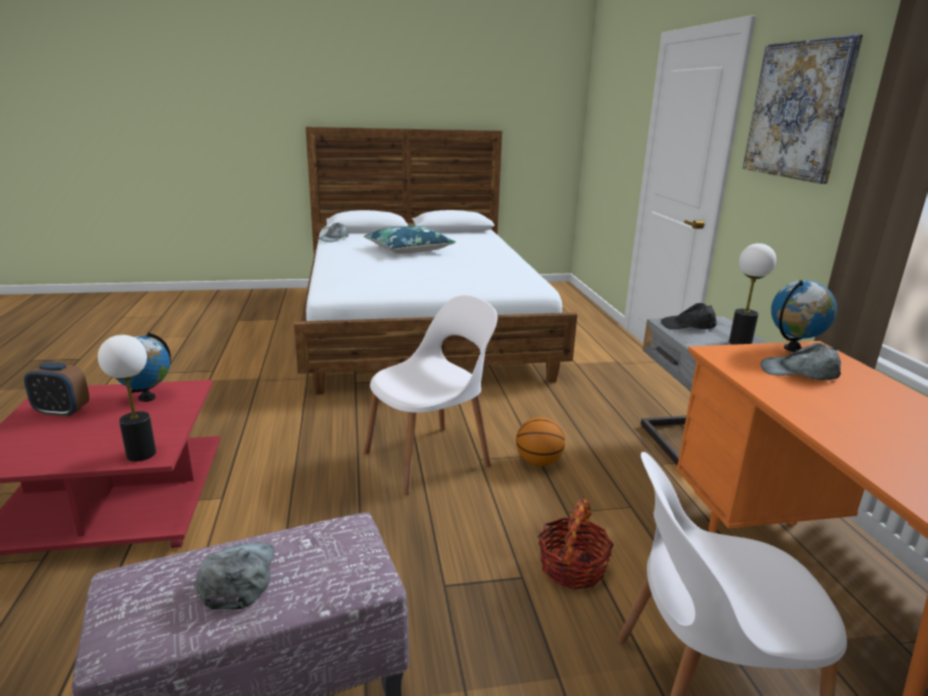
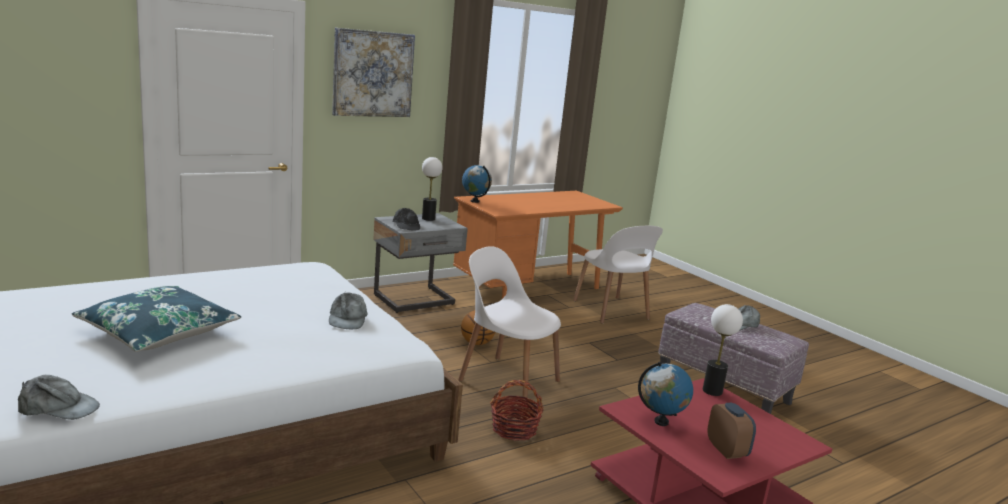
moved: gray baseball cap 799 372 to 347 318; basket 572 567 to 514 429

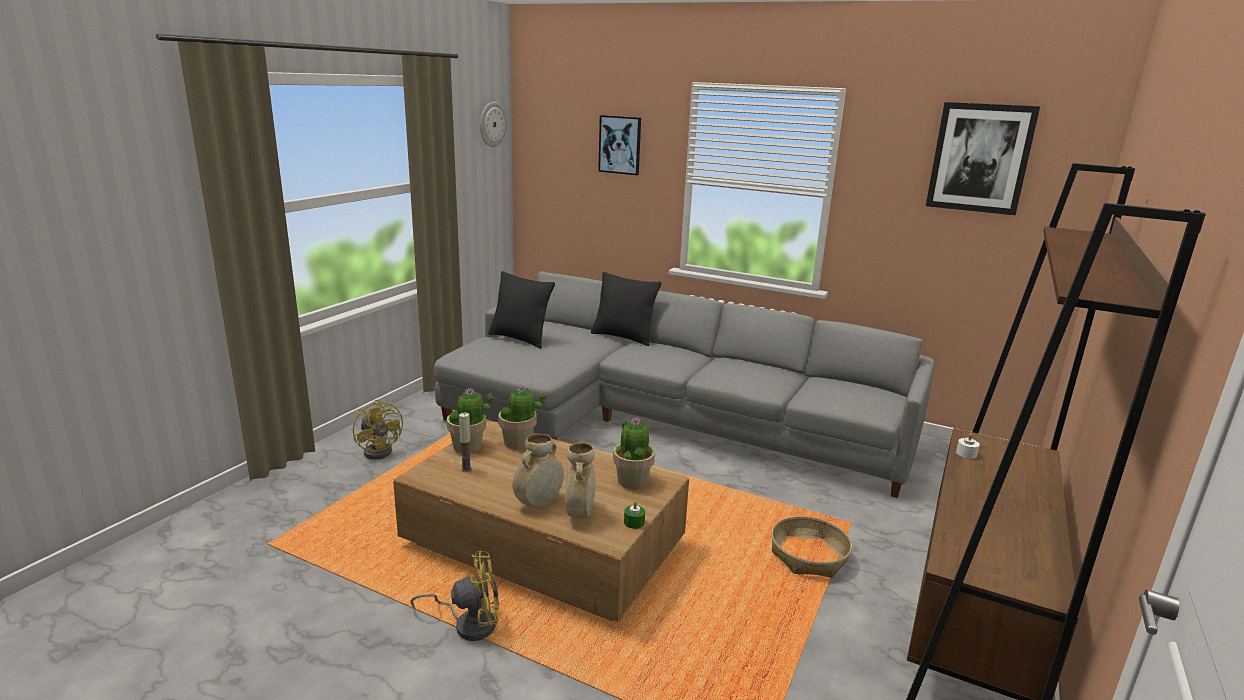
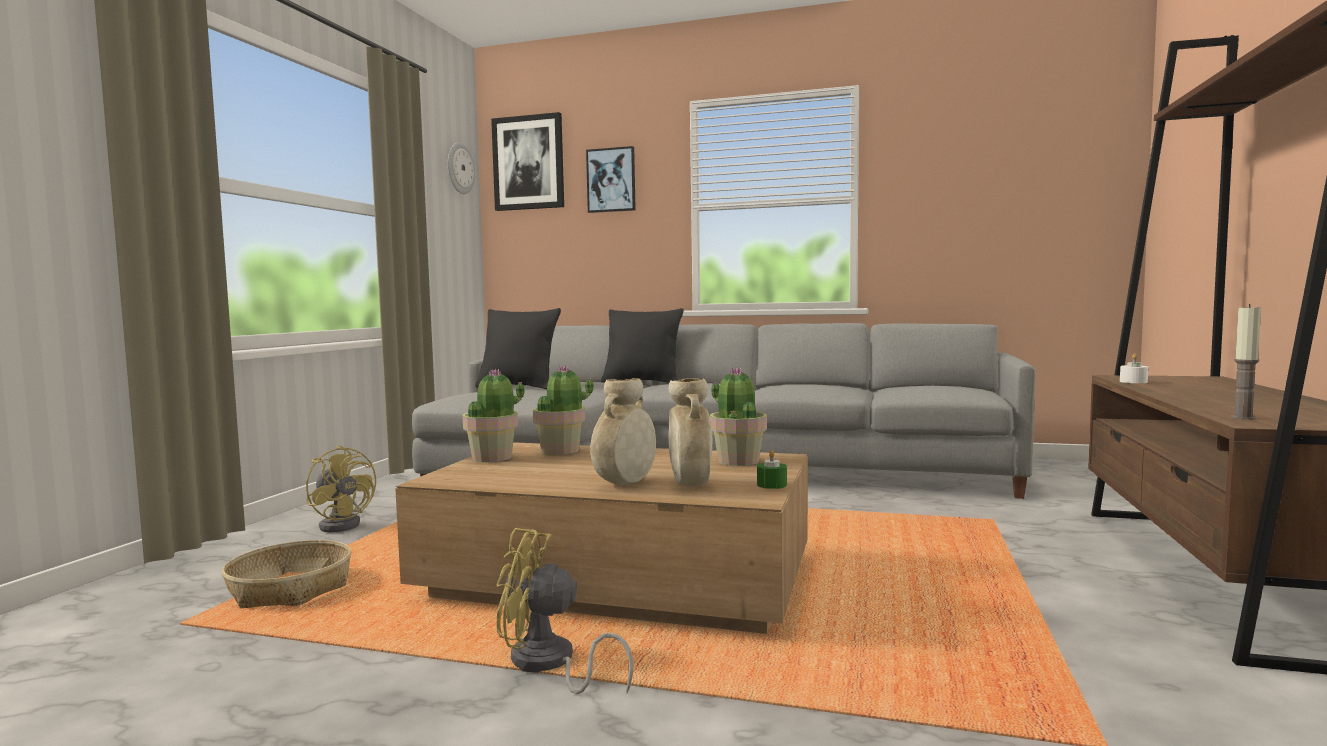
moved: wall art 980 158 to 528 163; wax candle 466 469 to 1243 418; basket 808 556 to 291 589
turned: yellow cooling fan 469 623 = 549 665 150 degrees counterclockwise

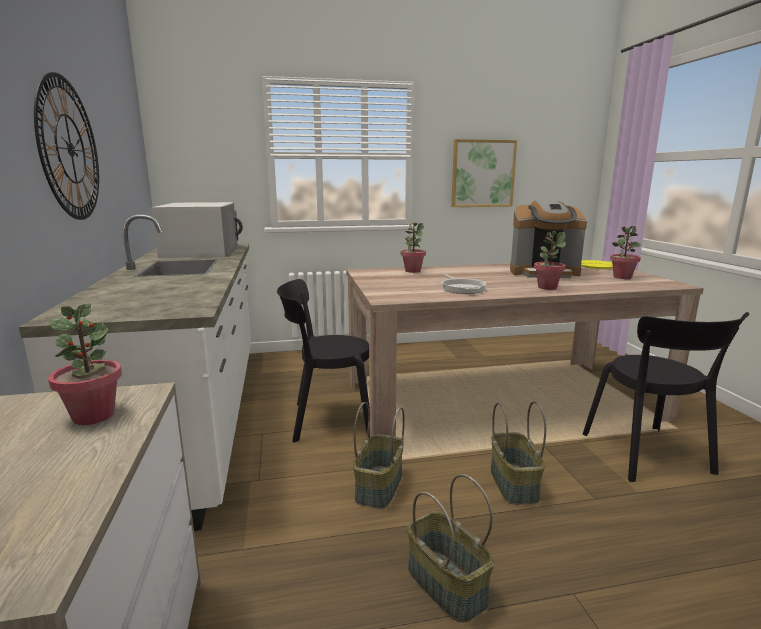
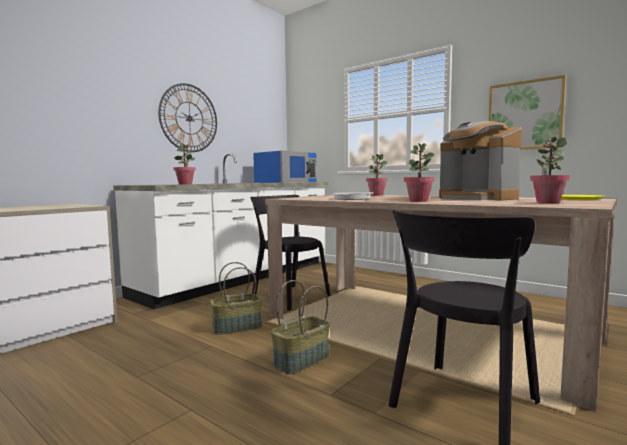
removed: basket 445 584
moved: plant in a pot 94 415 to 185 184
recoloured: whitish kitchen microwave 202 251 to bluish kitchen microwave 286 182

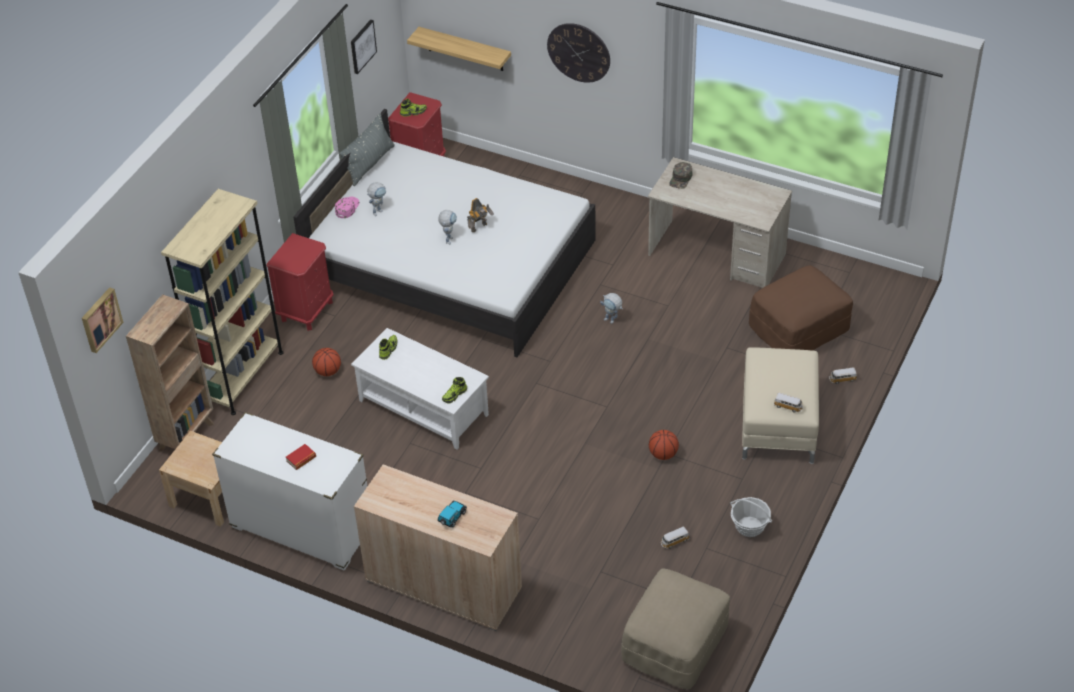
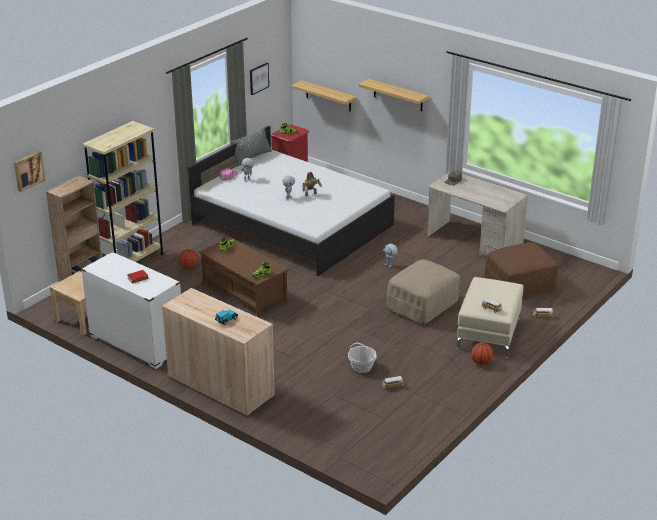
removed: reddish bedside table 306 311
moved: ball for basketball 663 454 to 481 362; basket 749 526 to 361 367; beige-coloured footrest 675 644 to 422 306
replaced: wall clock 579 52 to wall shelf 398 95
recoloured: whitish coffee table 424 407 to brown coffee table 245 293

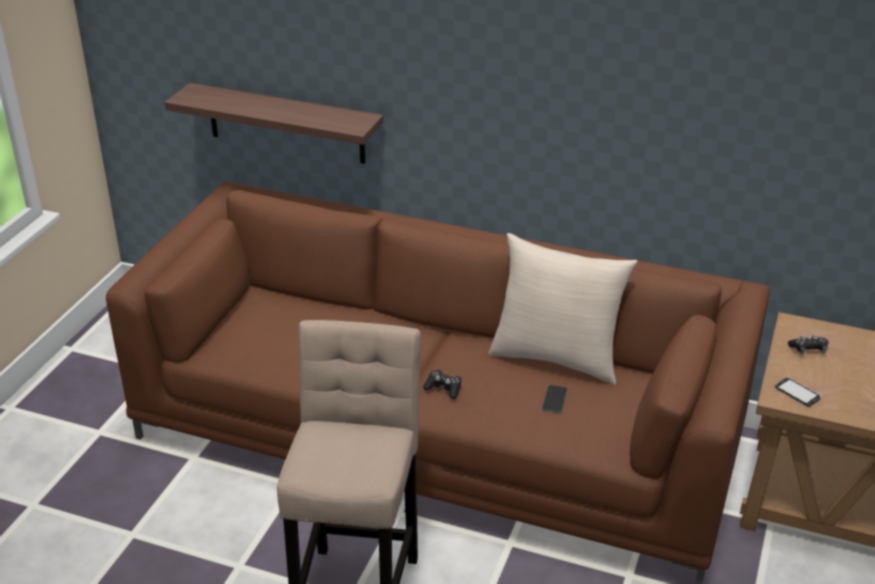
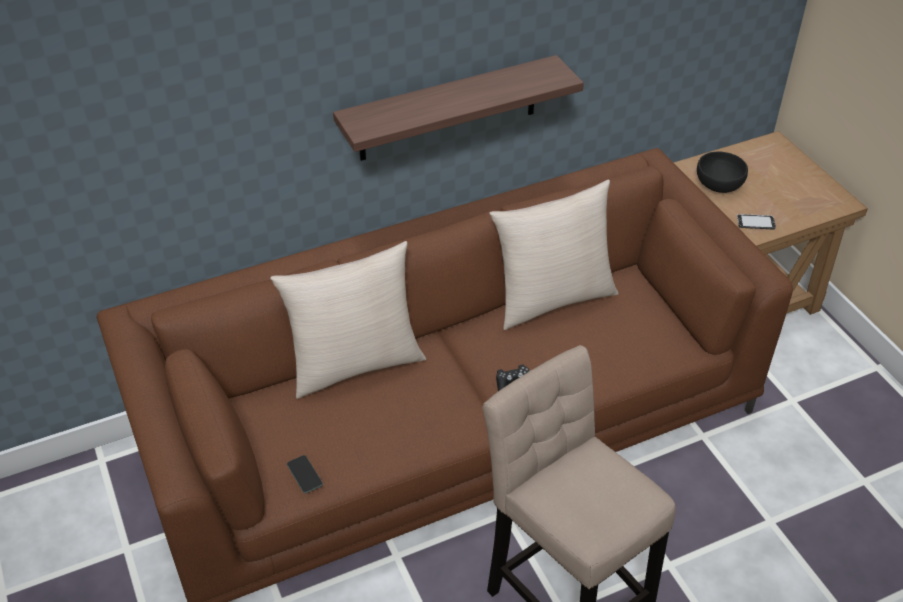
added: beige-coloured throw pillow 355 364
moved: wall shelf 286 123 to 448 109; telephone 554 399 to 304 474
replaced: blackish gamepad 808 350 to blackish deep dish 719 184

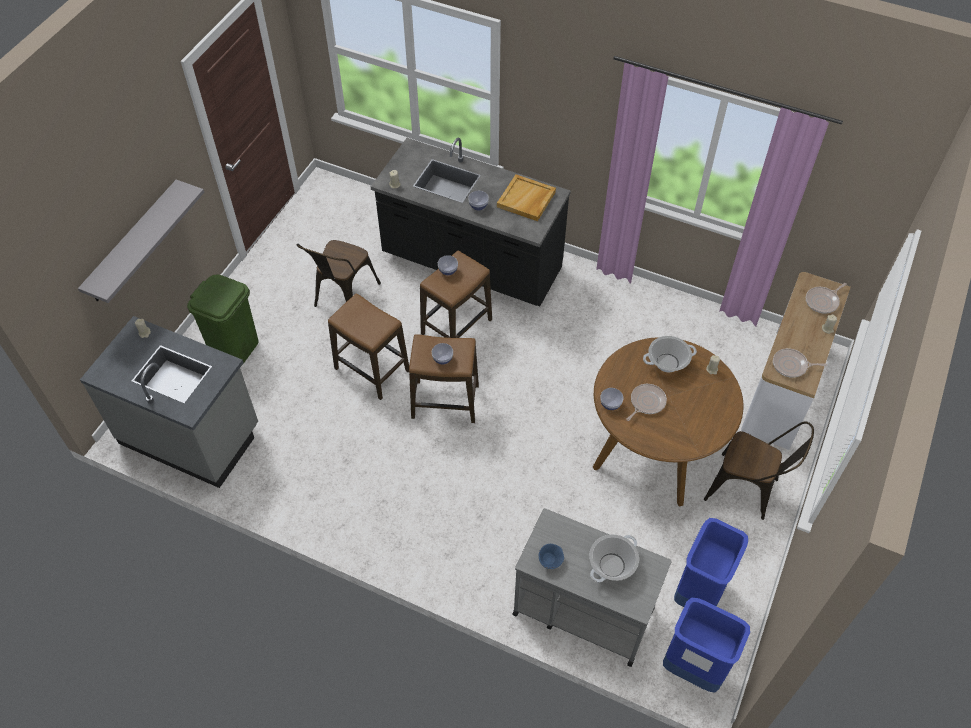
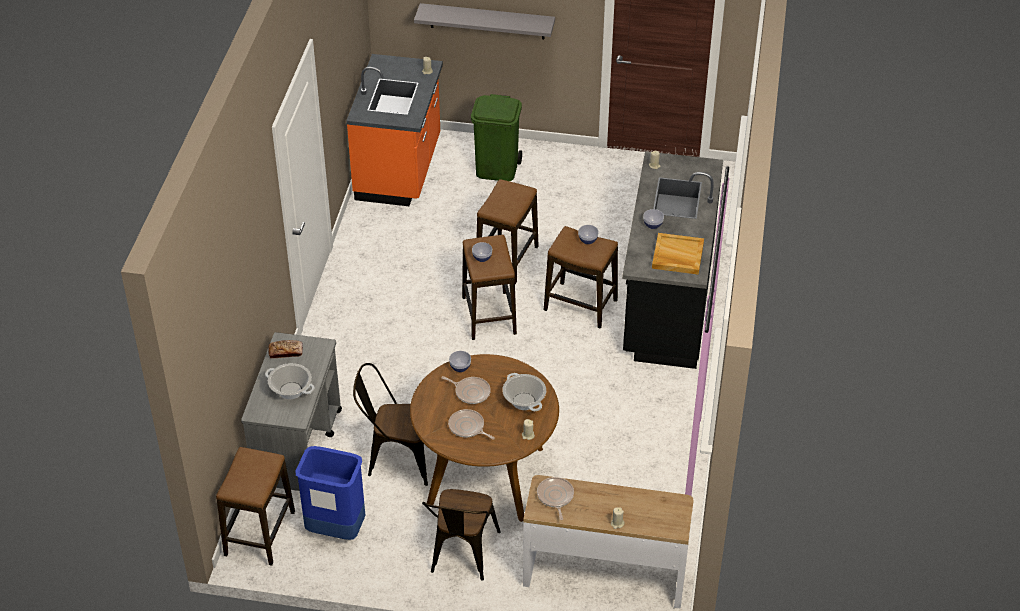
moved: brown chair 343 298 to 396 458; skillet 823 301 to 468 427
replaced: bluish deep dish 550 560 to bakery bread 286 352; bluish rubbish bin 693 668 to stool 259 533
recoloured: gray kitchen base unit 191 434 to orangey kitchen base unit 400 170

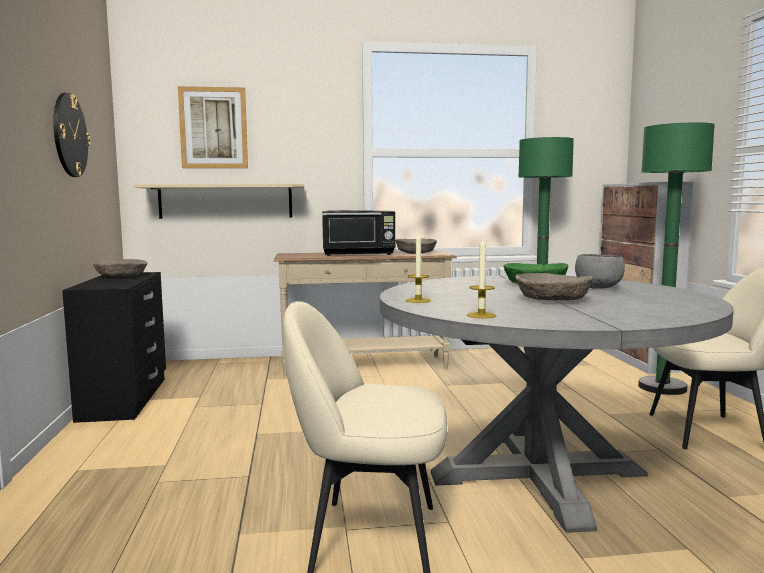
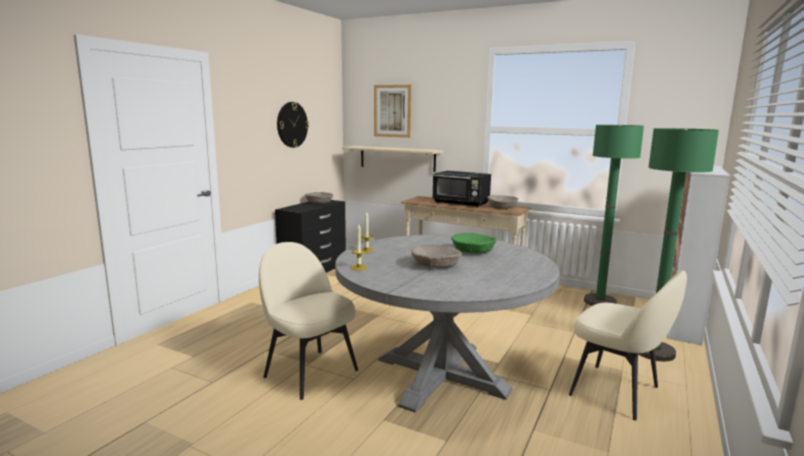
removed: gray deep dish 597 288

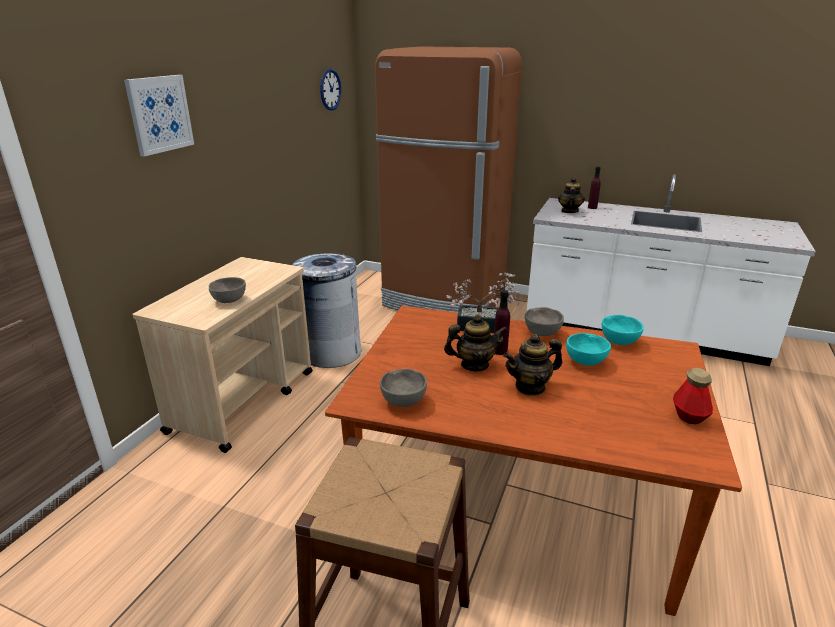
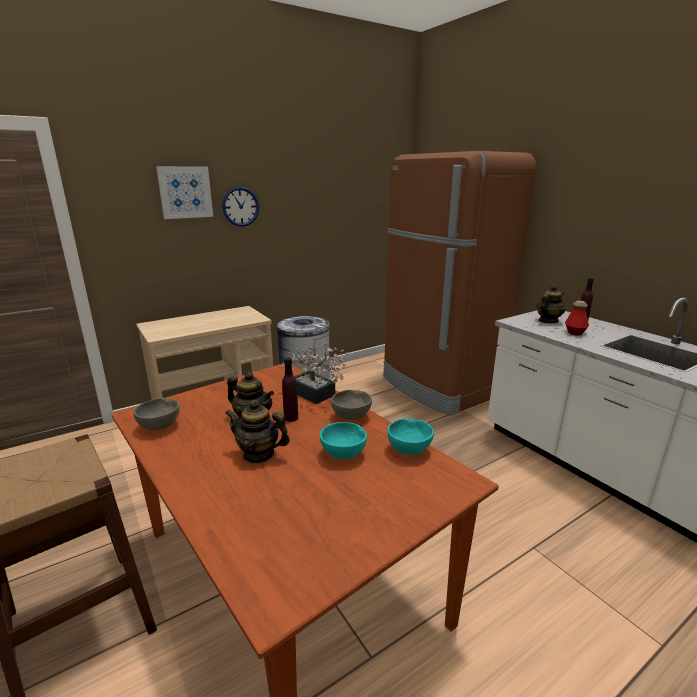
removed: gray deep dish 229 300
moved: wall clock 330 89 to 240 206; bottle 689 416 to 575 333

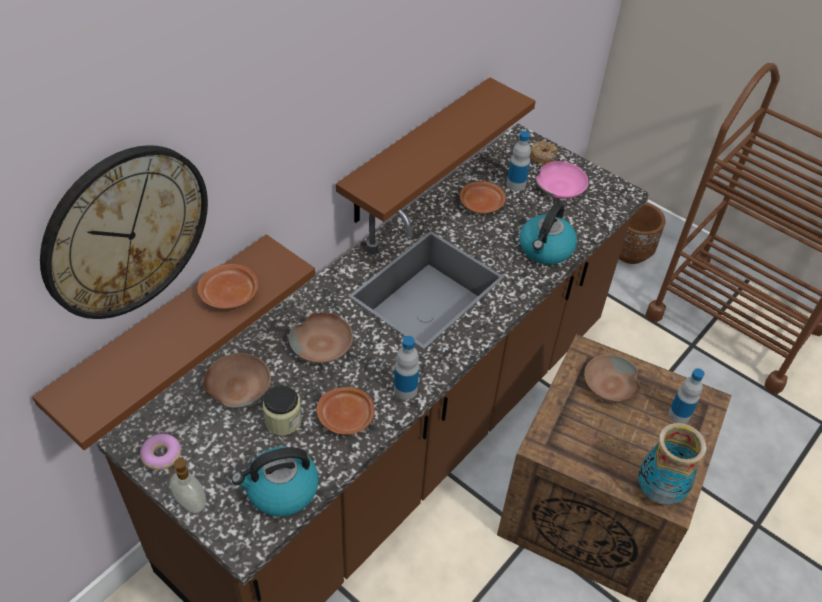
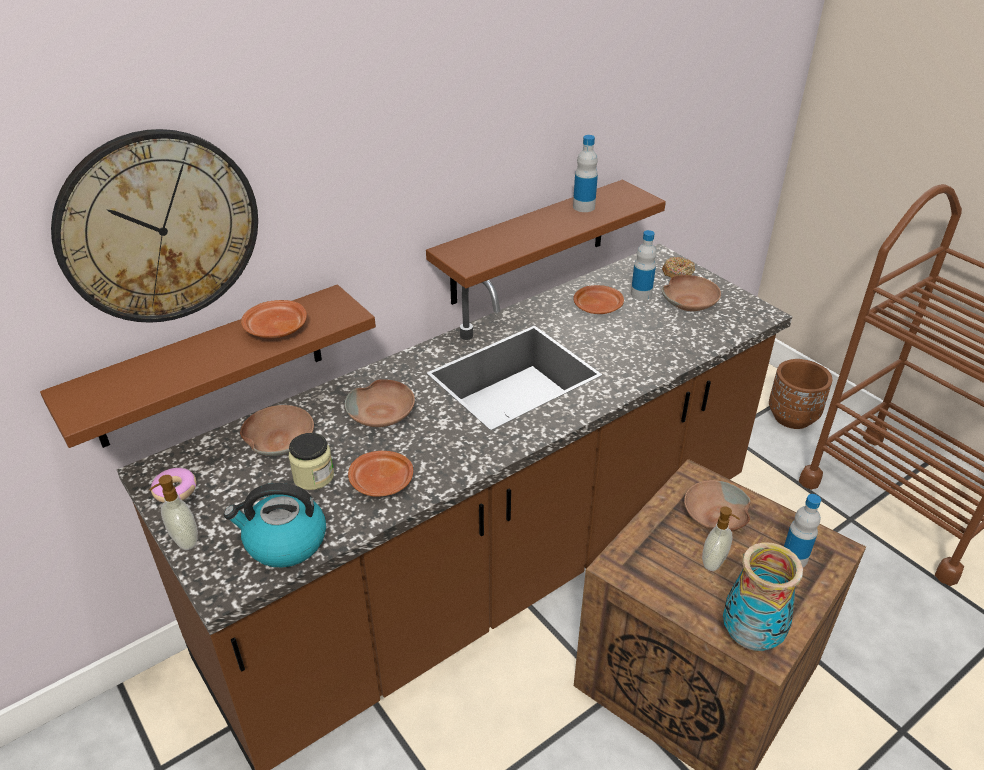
removed: kettle 545 249
added: soap dispenser 714 562
moved: bottle 405 389 to 583 207
recoloured: pink deep dish 560 187 to brown deep dish 690 301

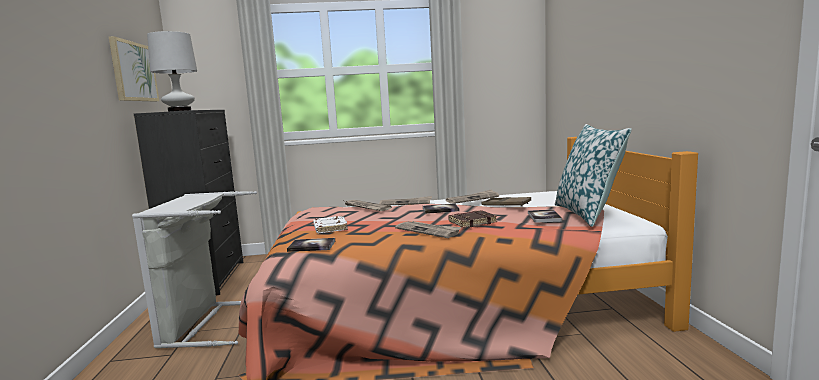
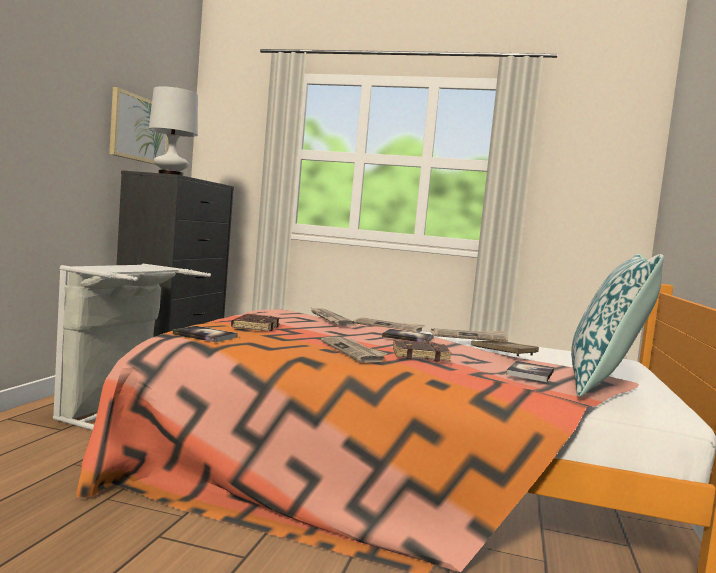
recoloured: whitish bound book 329 228 to brown bound book 255 327

